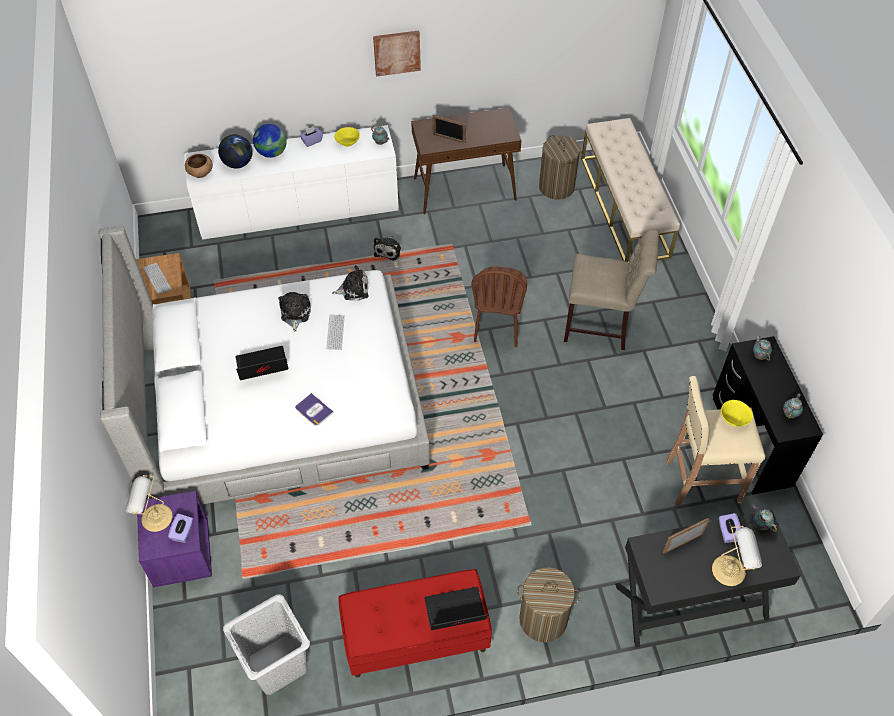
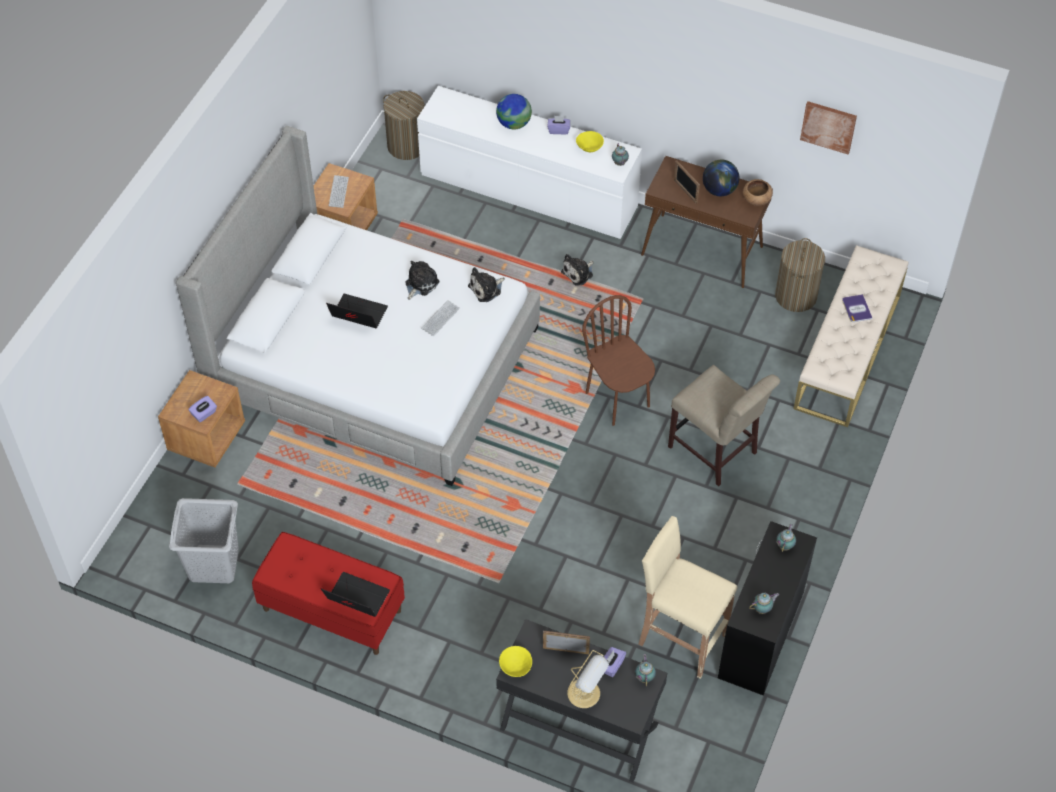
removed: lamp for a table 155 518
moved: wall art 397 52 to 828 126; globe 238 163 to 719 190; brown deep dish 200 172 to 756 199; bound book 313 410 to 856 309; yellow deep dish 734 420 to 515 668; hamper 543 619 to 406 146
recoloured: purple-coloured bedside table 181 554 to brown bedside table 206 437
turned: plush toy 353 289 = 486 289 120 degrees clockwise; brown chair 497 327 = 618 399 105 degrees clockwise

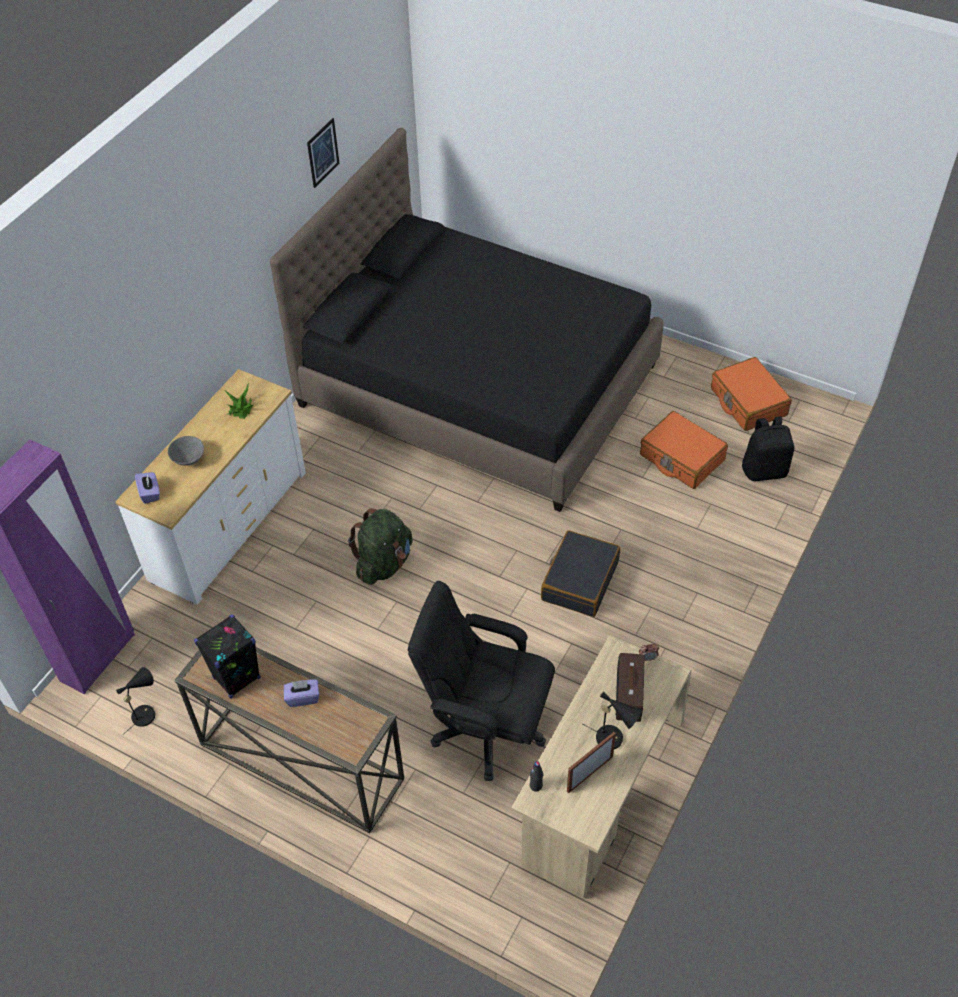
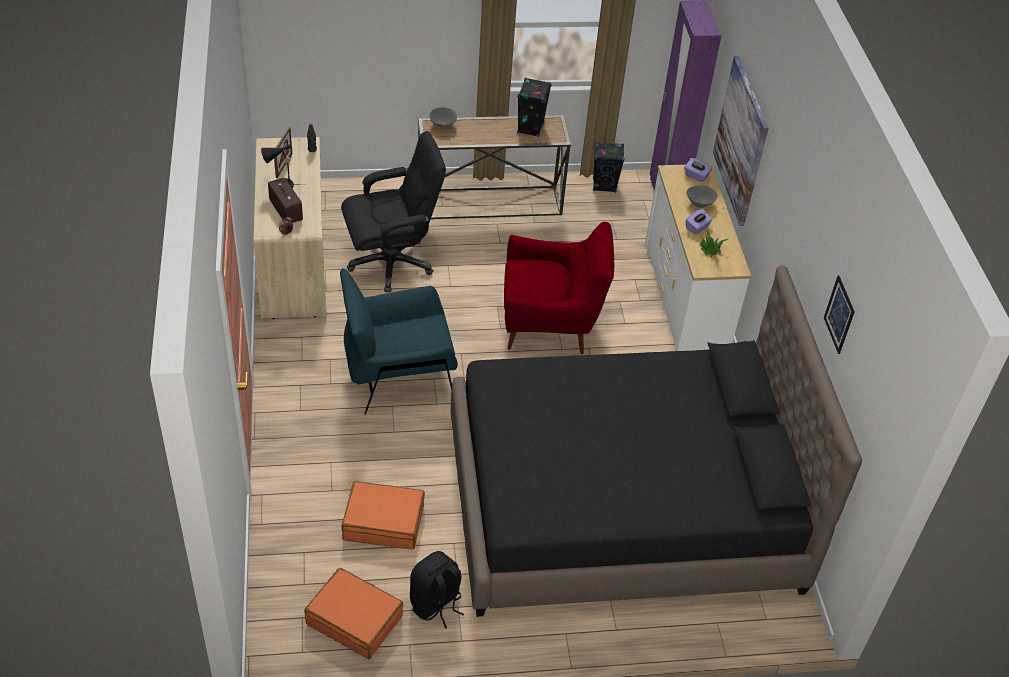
added: wall art 741 141; gray deep dish 443 125
moved: blackish knapsack 764 470 to 436 604; purple-coloured tissue box 303 698 to 697 228
replaced: greenish knapsack 384 563 to reddish armchair 551 324; blackish piece of luggage 579 581 to bluish armchair 398 377; blackish lamp for a table 145 713 to blackish loudspeaker 604 185

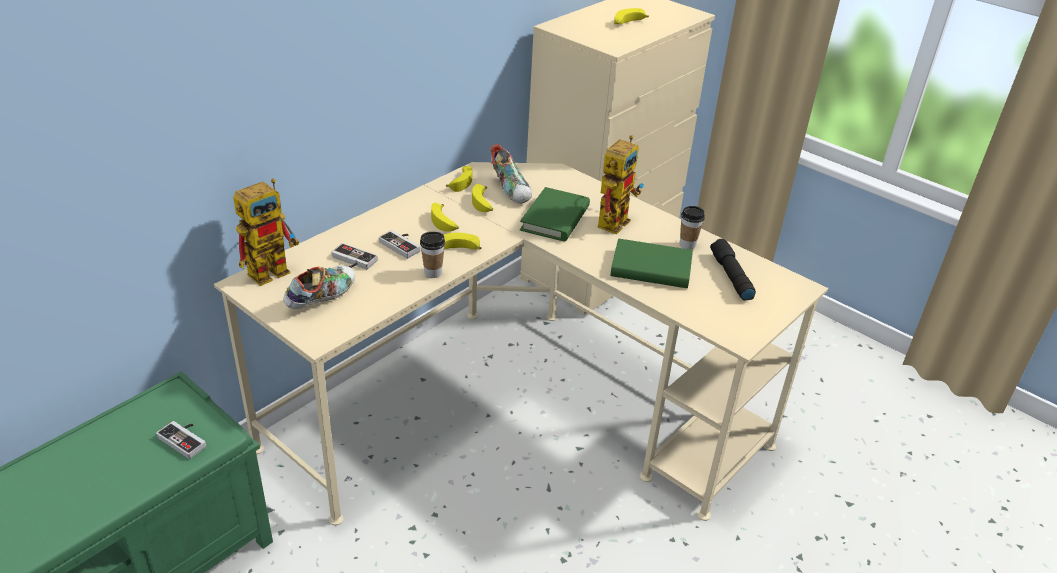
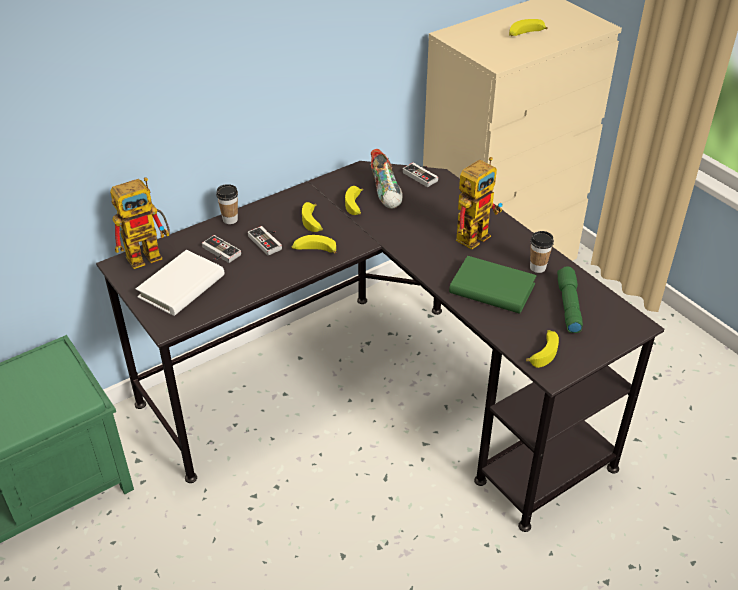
removed: greenish bound book 555 218
moved: banana 460 182 to 543 352; cup 433 273 to 230 219; gamepad 186 439 to 422 175
replaced: shoe 322 298 to whitish bound book 181 286
recoloured: beige-coloured desk unit 516 405 to blackish desk unit 378 394; blackish torch 730 276 to greenish torch 568 305

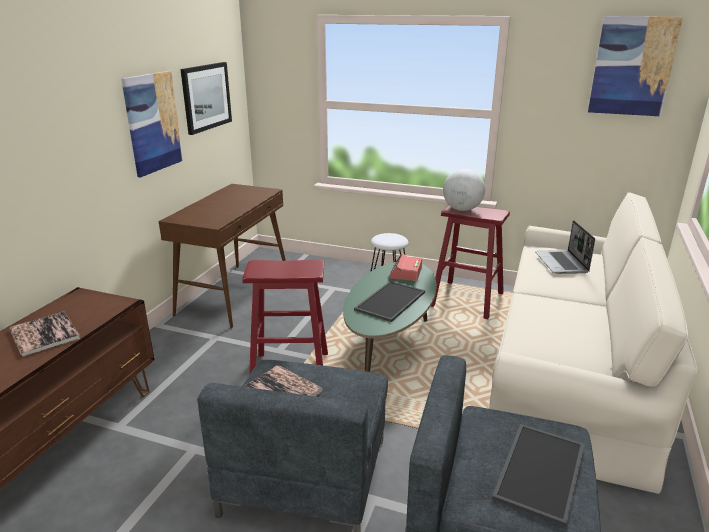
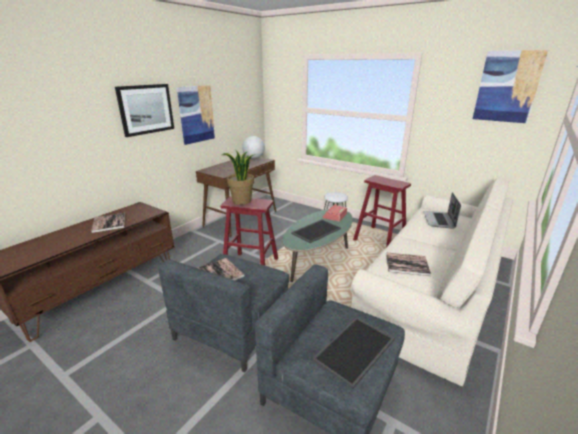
added: plant in a pot 241 201; bound book 407 264
moved: wall art 206 97 to 146 109; globe 462 209 to 253 158

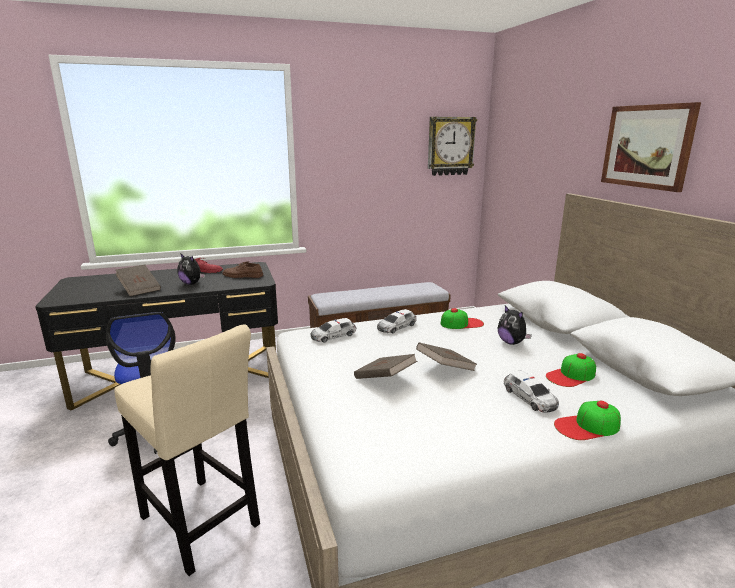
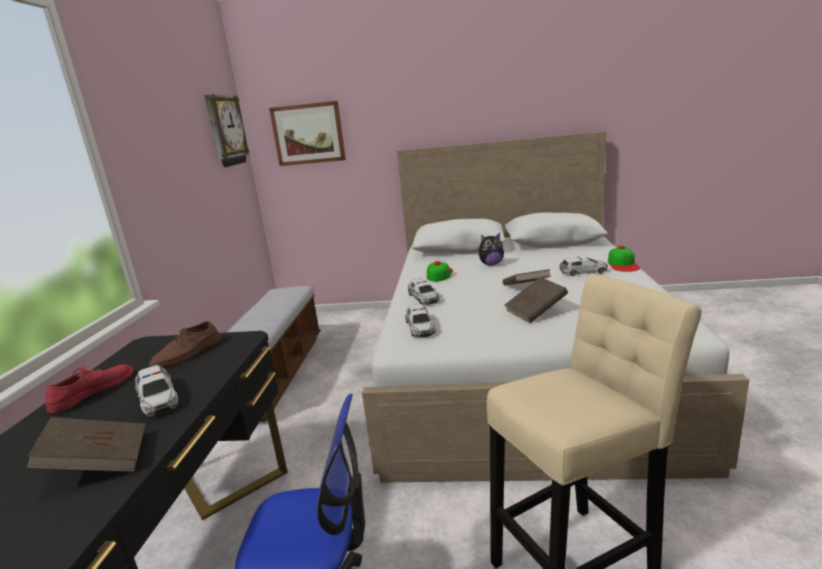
removed: baseball cap 571 375
moved: wall art 647 146 to 308 134
replaced: plush toy 192 283 to miniature car 158 399

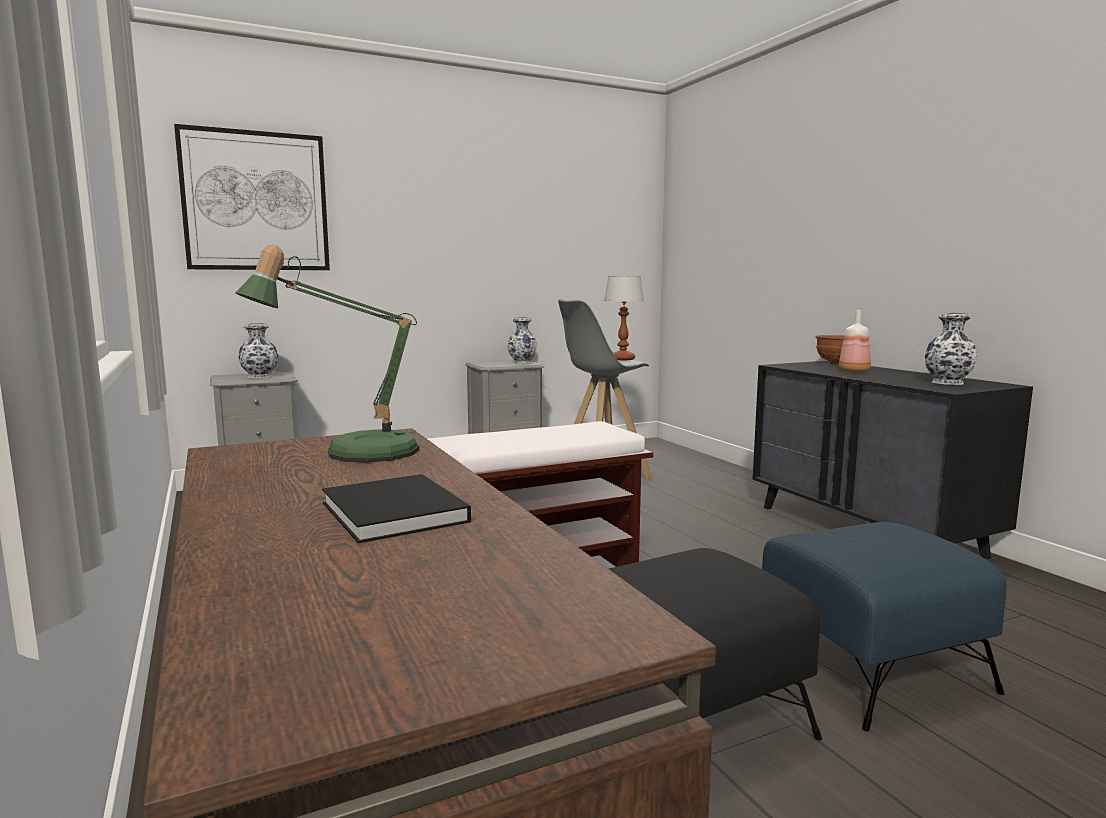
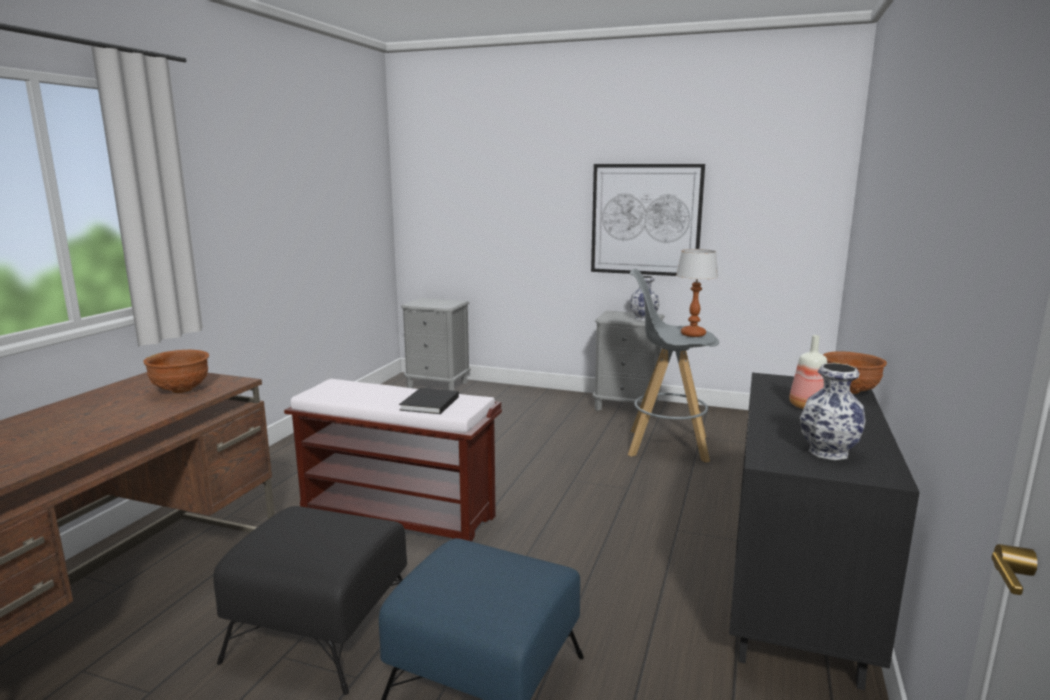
removed: flower vase 259 376
moved: wall art 256 201 to 646 220; blackish bound book 395 513 to 429 404
replaced: lamp for a table 356 453 to brown deep dish 181 390

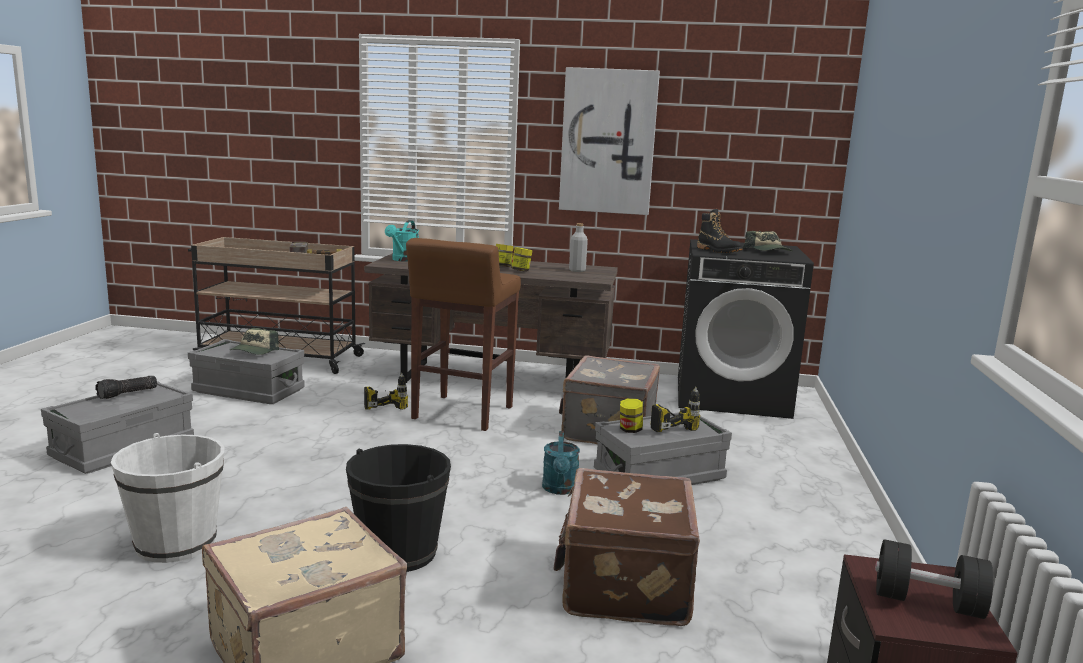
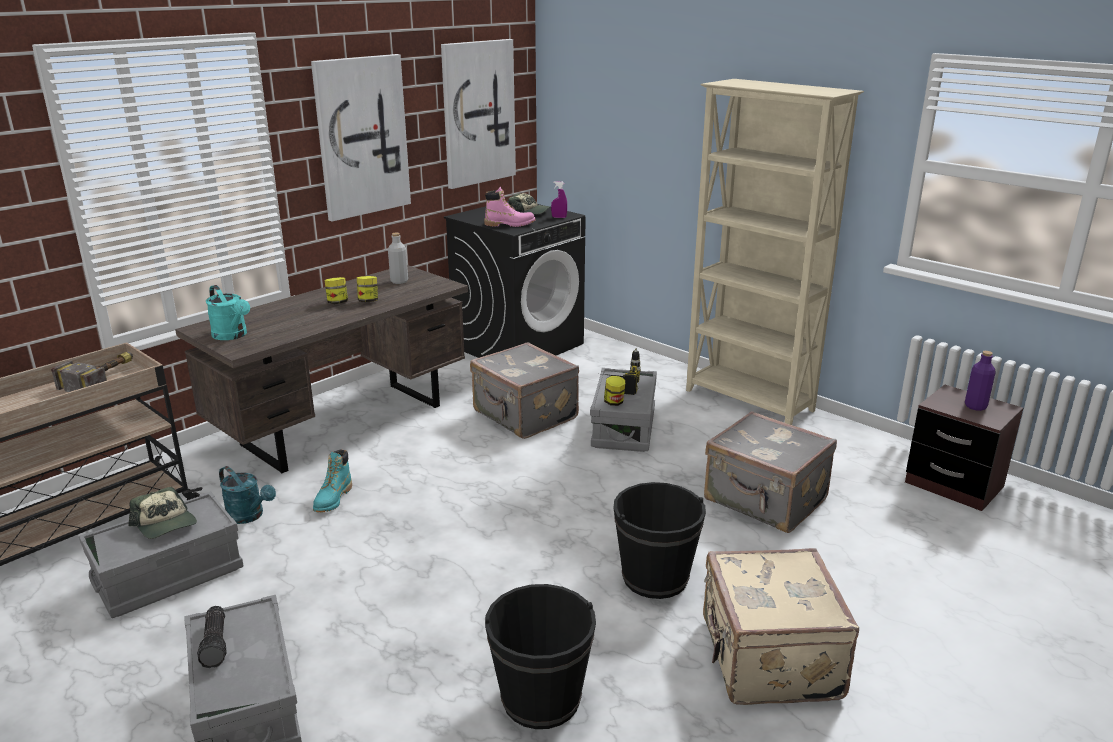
removed: brown stool 462 413
added: wall art 478 113; beige-coloured shelving unit 749 401; purple-coloured spray bottle 559 217
moved: blue-green watering pot 560 489 to 249 516
replaced: electric drill 384 404 to blue-green boot 333 499; blackish dumbbell 927 602 to purple-coloured bottle 975 406
recoloured: blackish boot 718 251 to pink boot 510 224; whitish pail 176 543 to blackish pail 541 699; brown piece of luggage 623 585 to gray piece of luggage 765 501

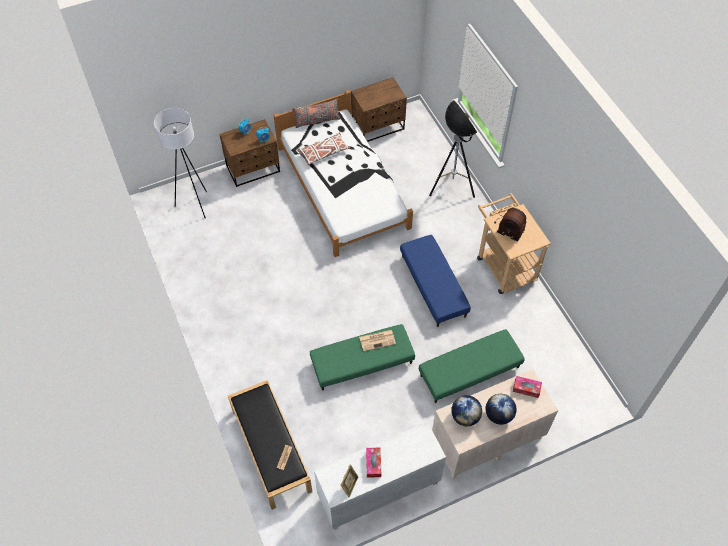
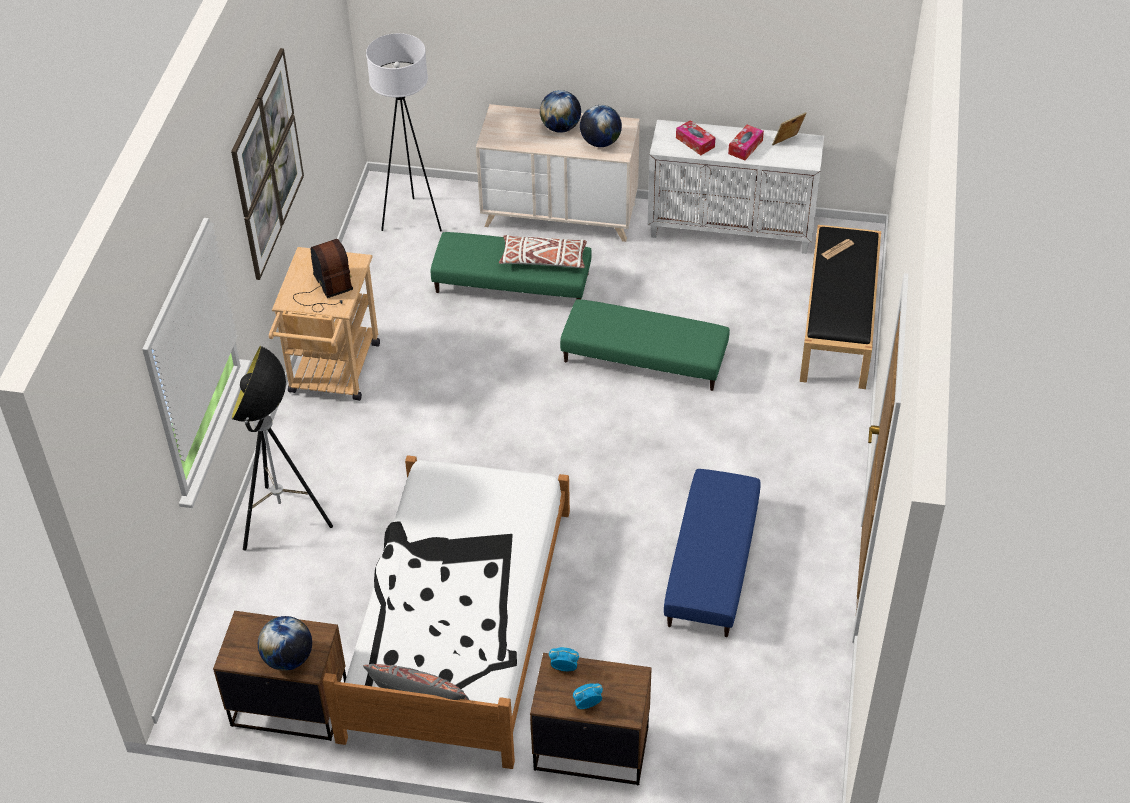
removed: printed paper 378 340
added: wall art 267 164; globe 288 658
moved: whitish standing lamp 195 205 to 412 220; whitish throw pillow 323 152 to 543 259; bluish footrest 432 286 to 712 564; tissue box 526 388 to 695 142

